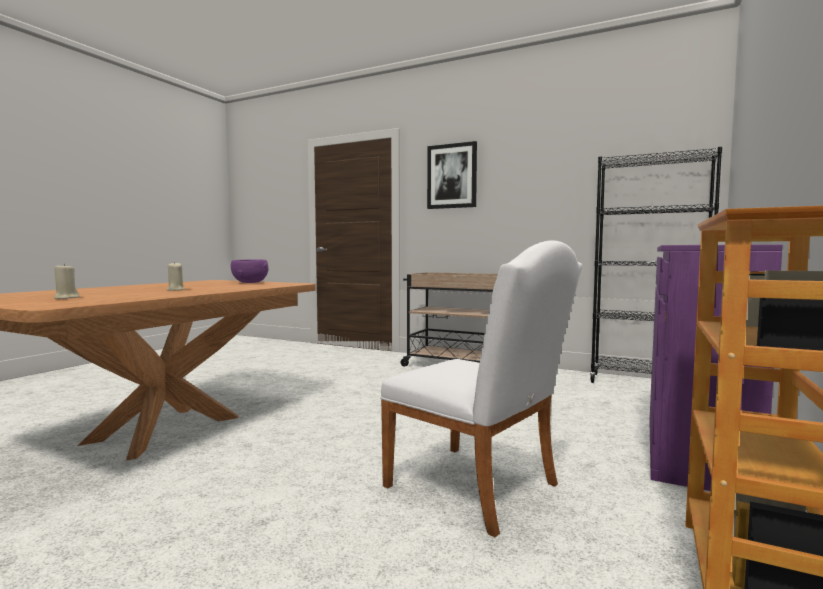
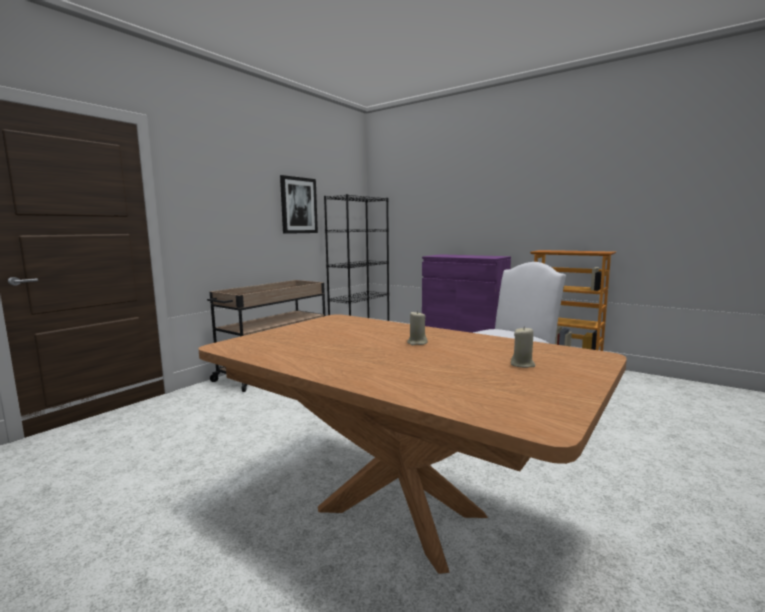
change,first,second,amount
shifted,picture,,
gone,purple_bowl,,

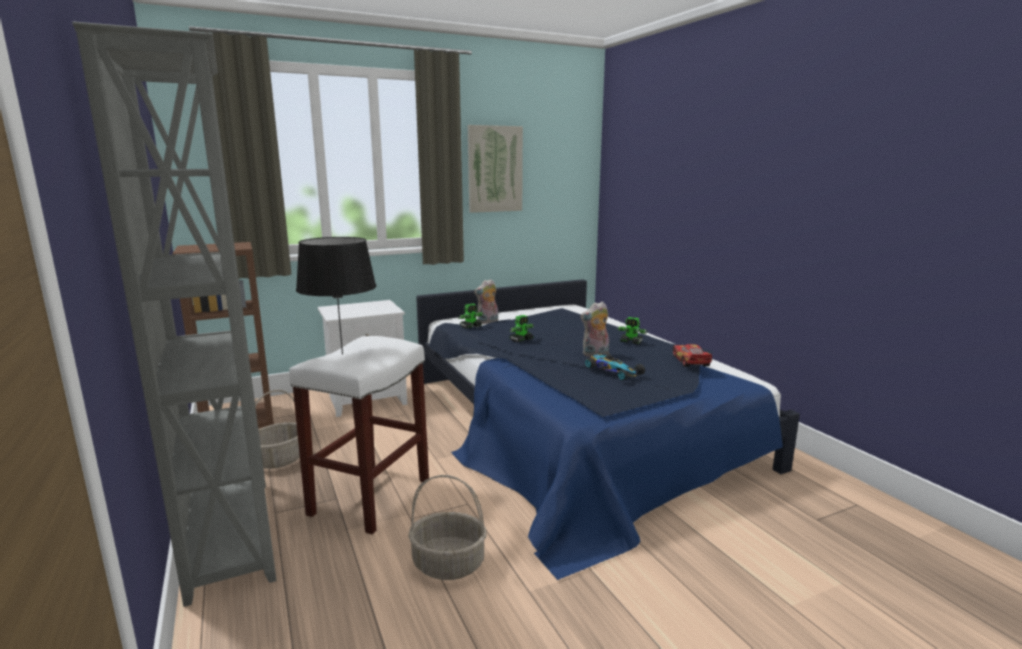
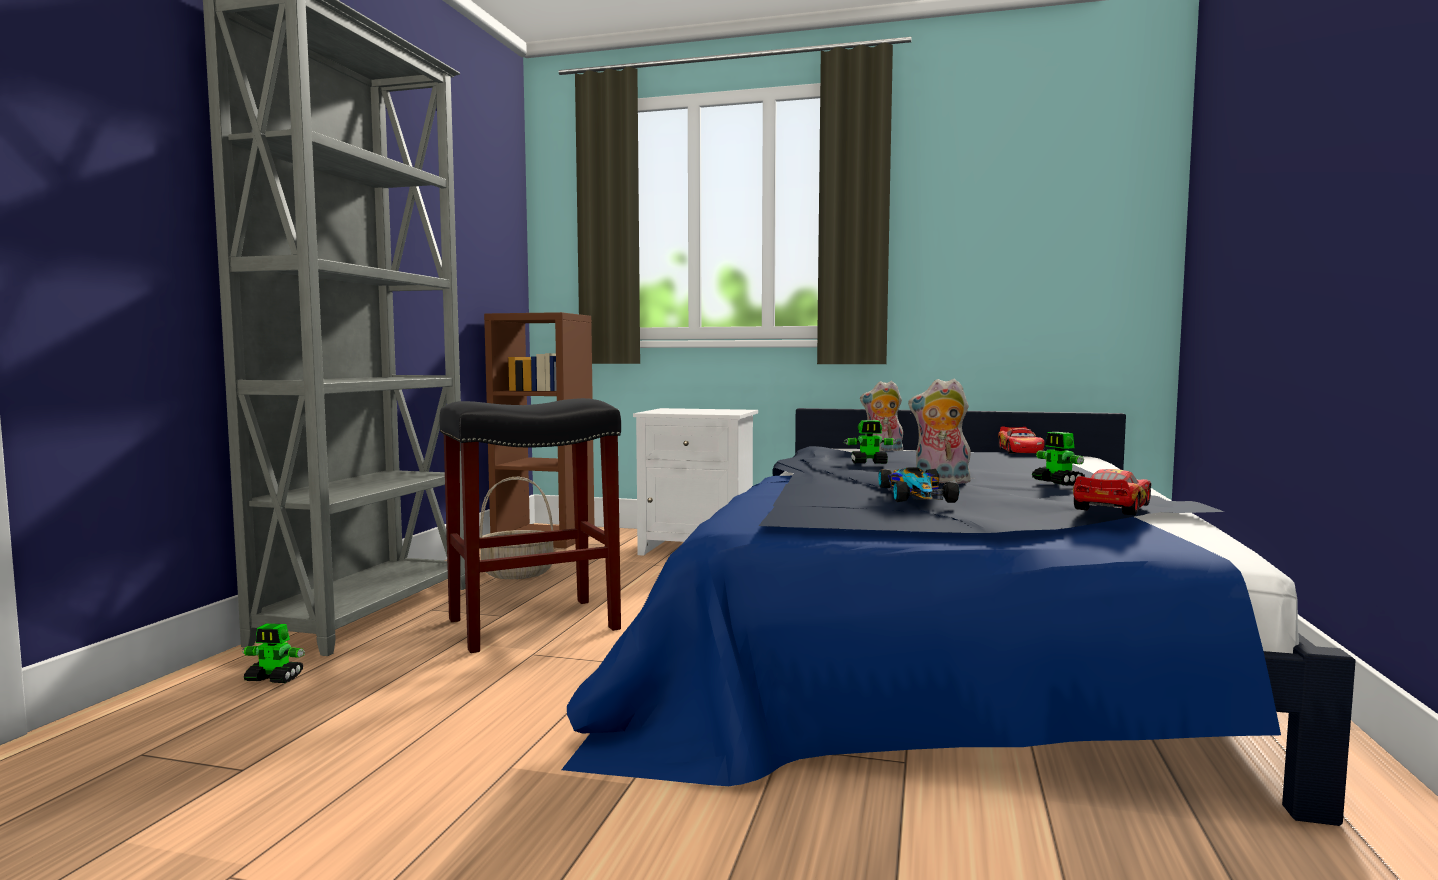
change,first,second,amount
shifted,toy_robot (no. 1 from left),,
repainted,white_stool,black_stool,
new,,toy_car (no. 2 from left),
gone,black_table_lamp,,
gone,basket (no. 2 from left),,
gone,picture,,

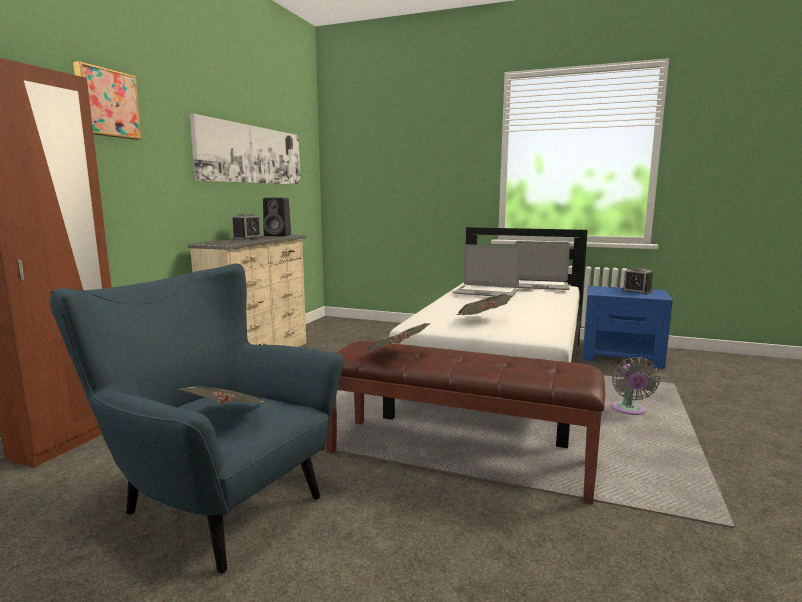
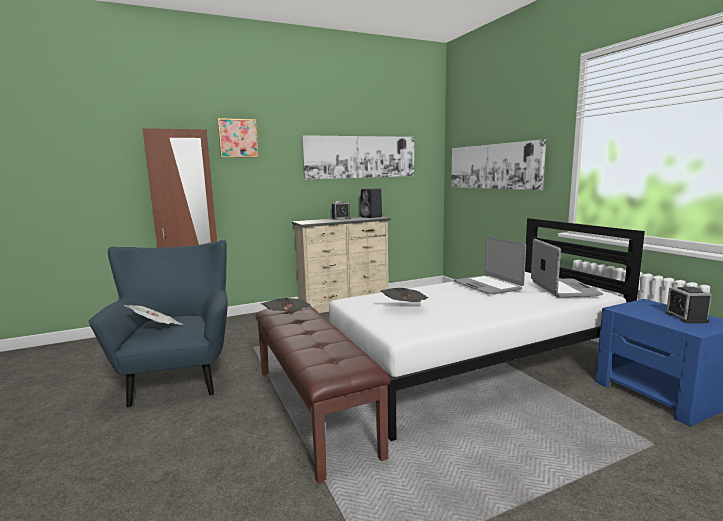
change,first,second,amount
new,,picture (no. 3 from left),
rotated,laptop (no. 2 from left),,150 degrees counterclockwise
gone,grey_fan,,

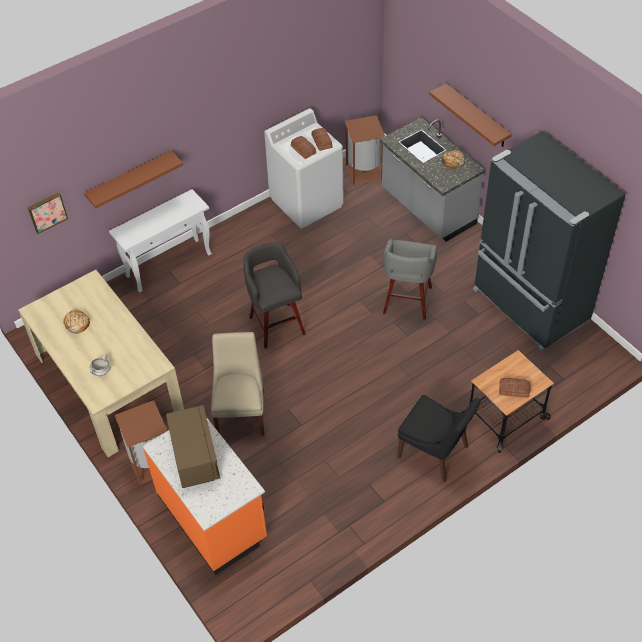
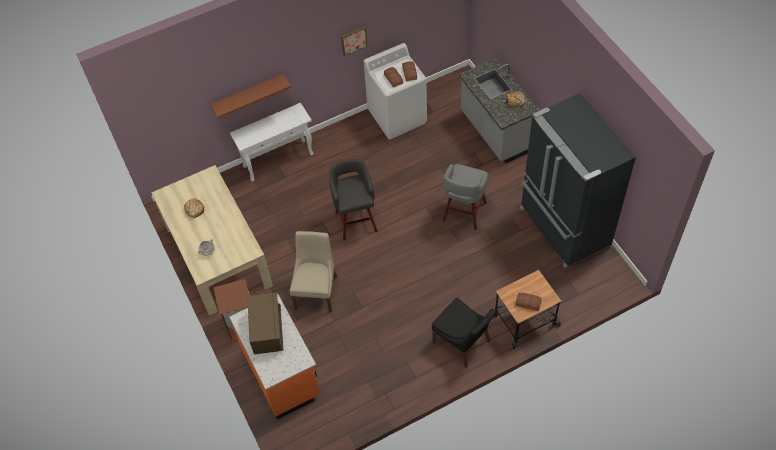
change,first,second,amount
shifted,picture,,
gone,brown_trash_can (no. 2 from left),,
gone,brown_shelf (no. 2 from left),,

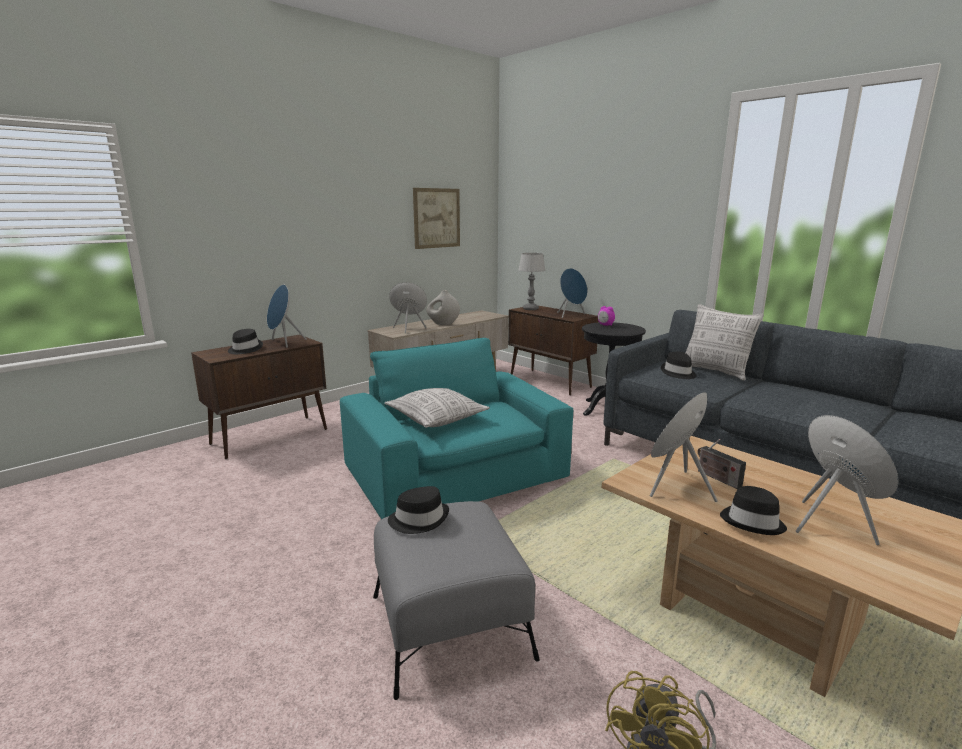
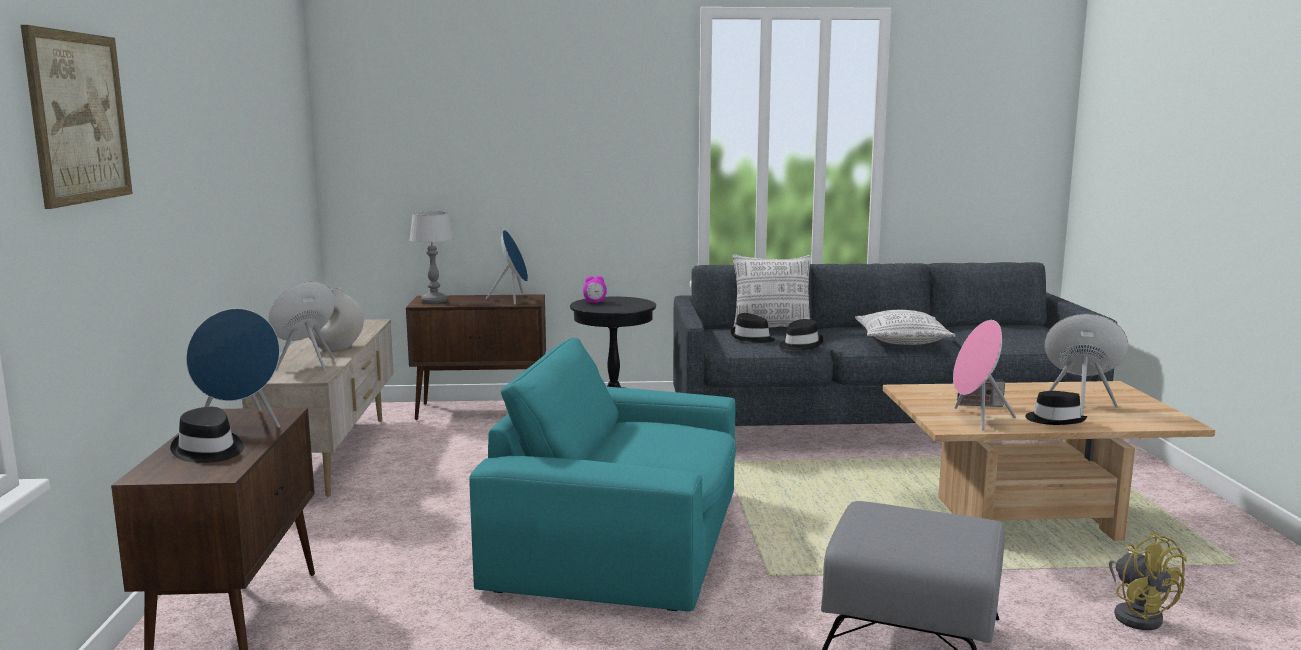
change,first,second,amount
shifted,picture,,
shifted,black_hat (no. 2 from left in the first image),black_hat (no. 3 from left),
shifted,pillow (no. 1 from left in the first image),pillow (no. 2 from left),

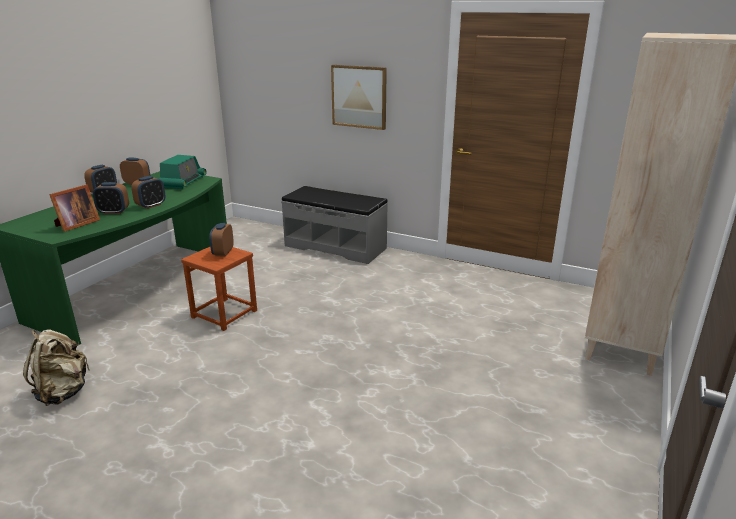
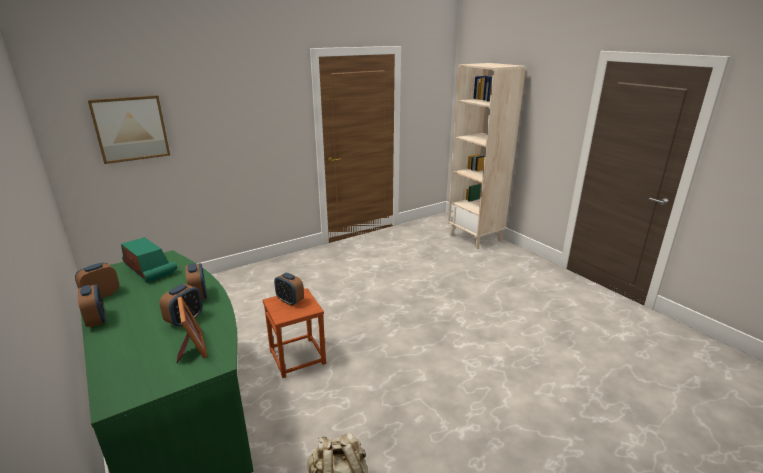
change,first,second,amount
shifted,picture,,
gone,grey_bench,,

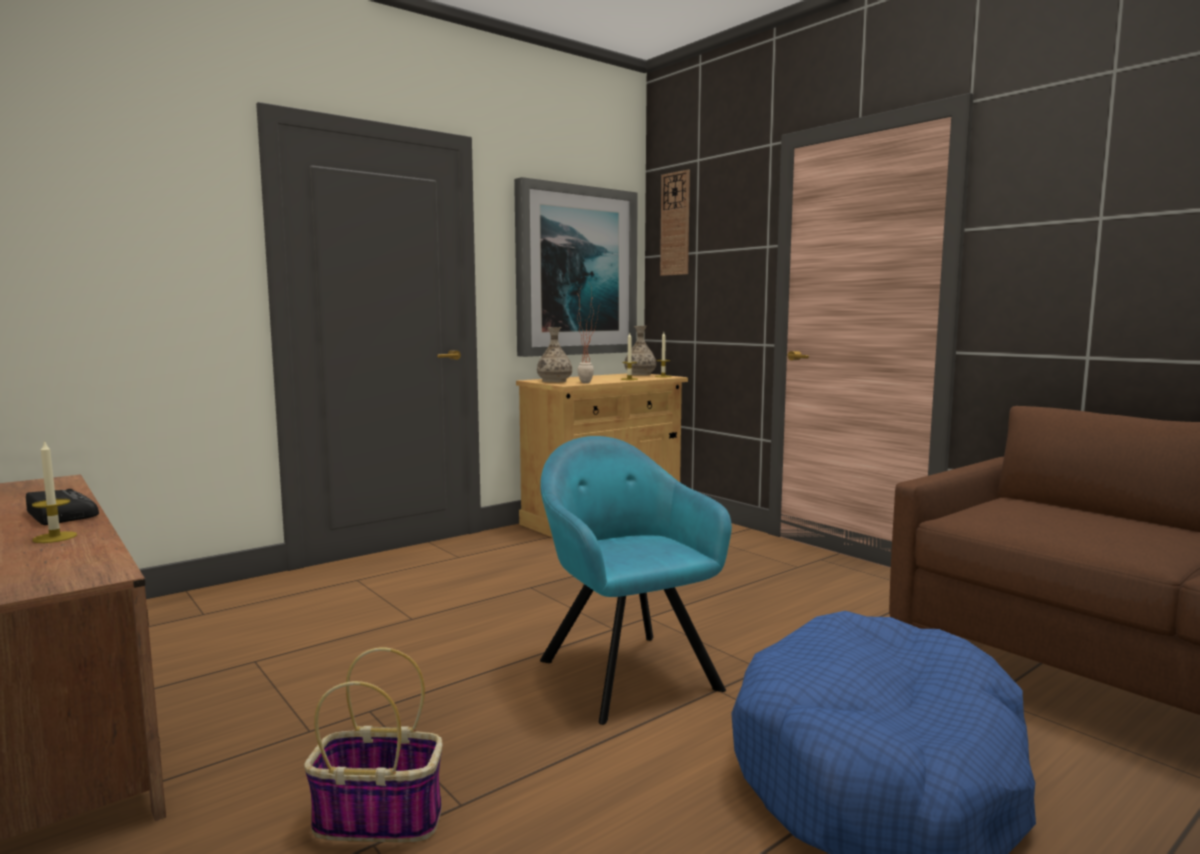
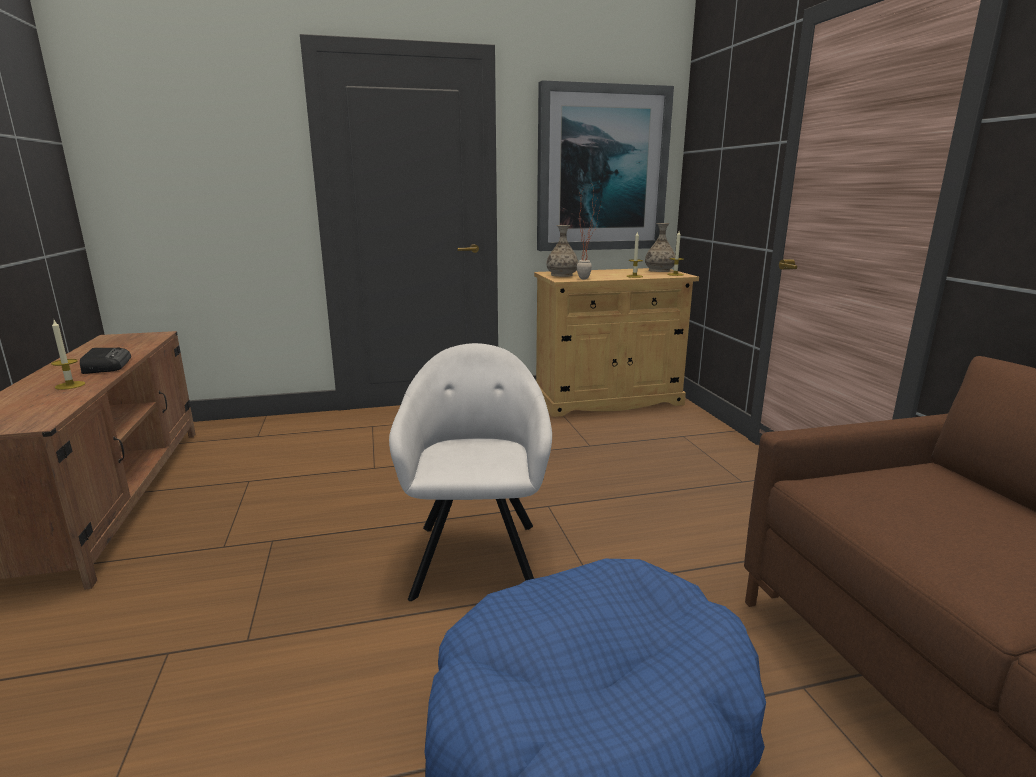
change,first,second,amount
repainted,turquoise_armchair,white_armchair,
gone,basket,,
gone,wall_clock,,

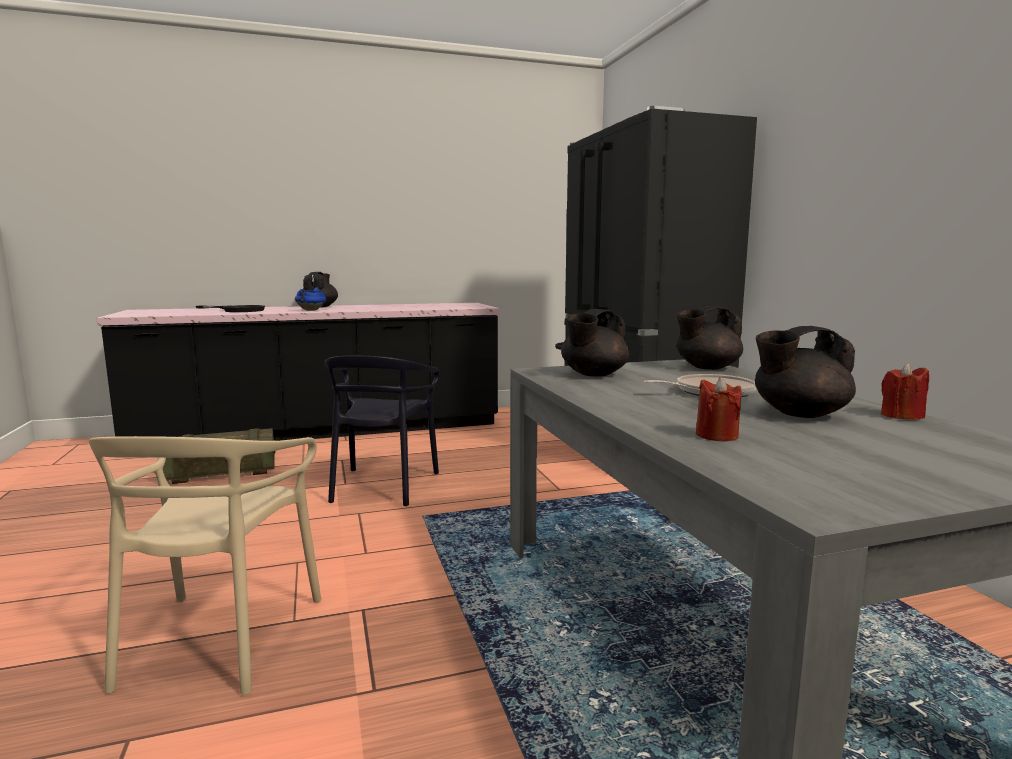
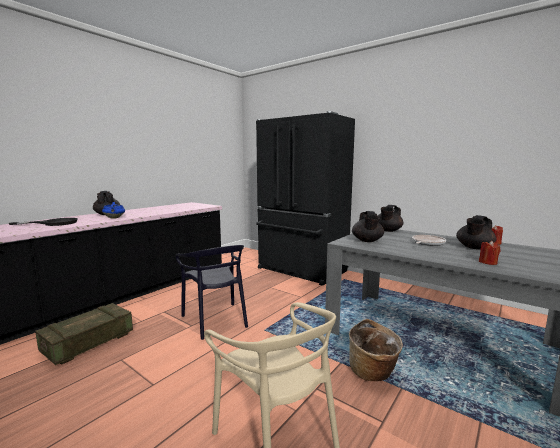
change,first,second,amount
new,,basket,

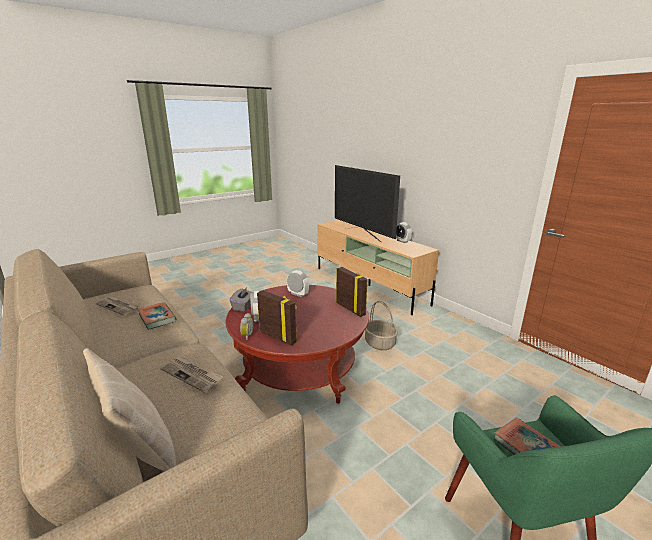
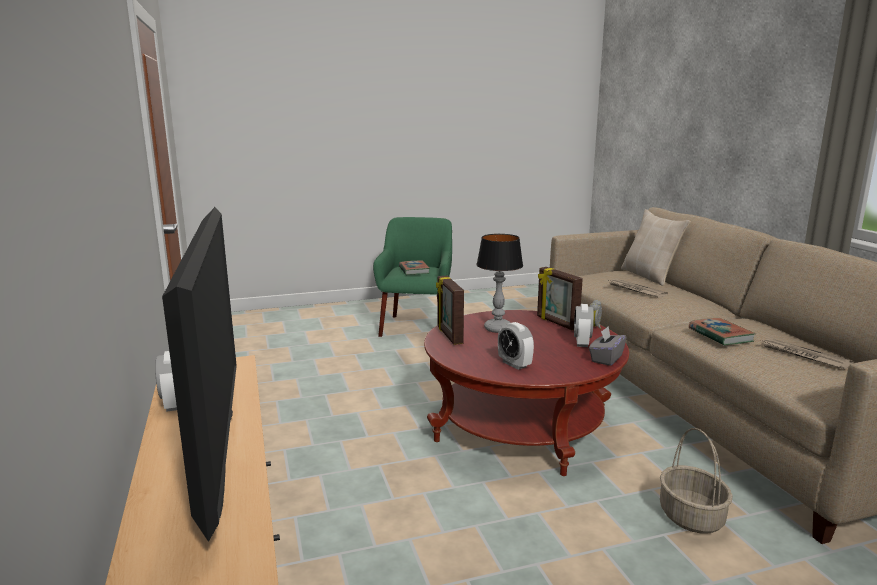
change,first,second,amount
new,,table_lamp,
shifted,basket,,

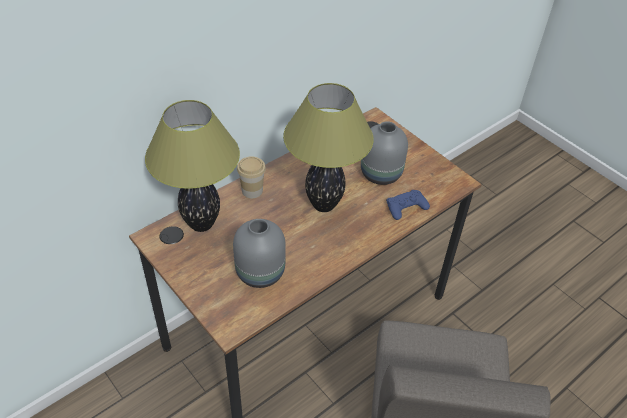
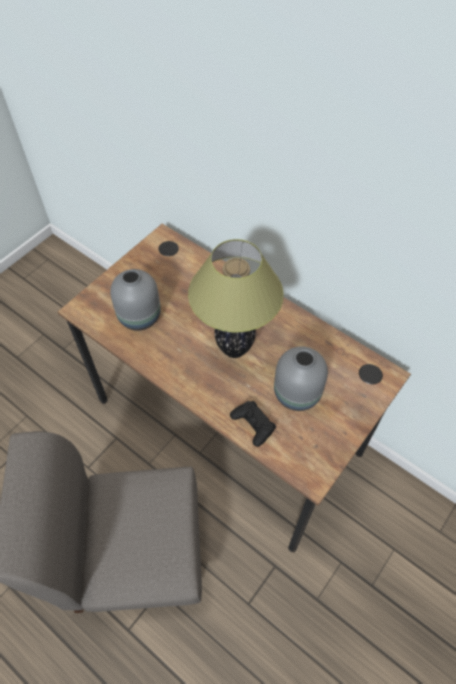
change,first,second,amount
repainted,blue_game_controller,black_game_controller,
gone,table_lamp (no. 1 from left),,

